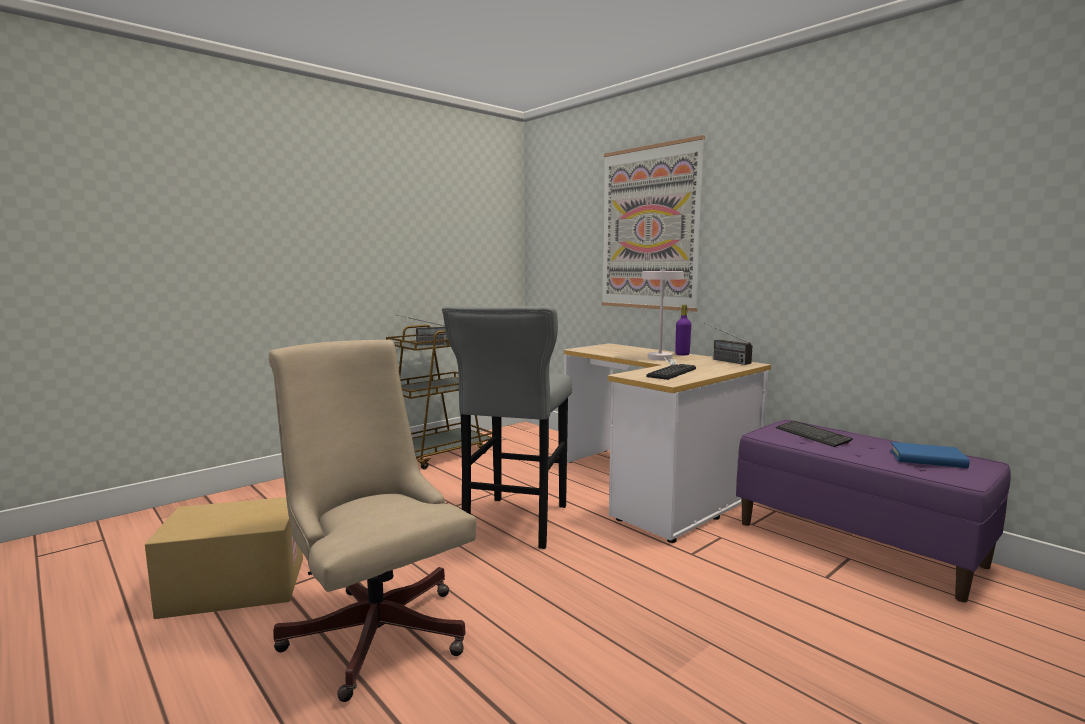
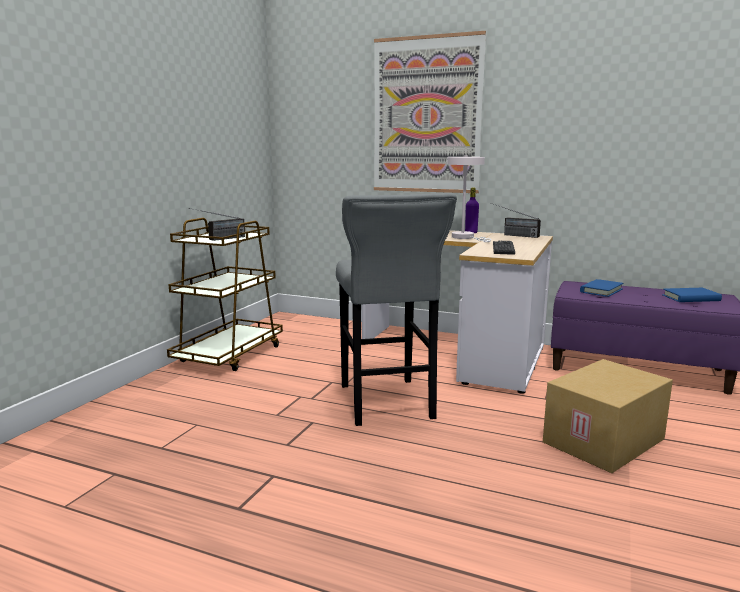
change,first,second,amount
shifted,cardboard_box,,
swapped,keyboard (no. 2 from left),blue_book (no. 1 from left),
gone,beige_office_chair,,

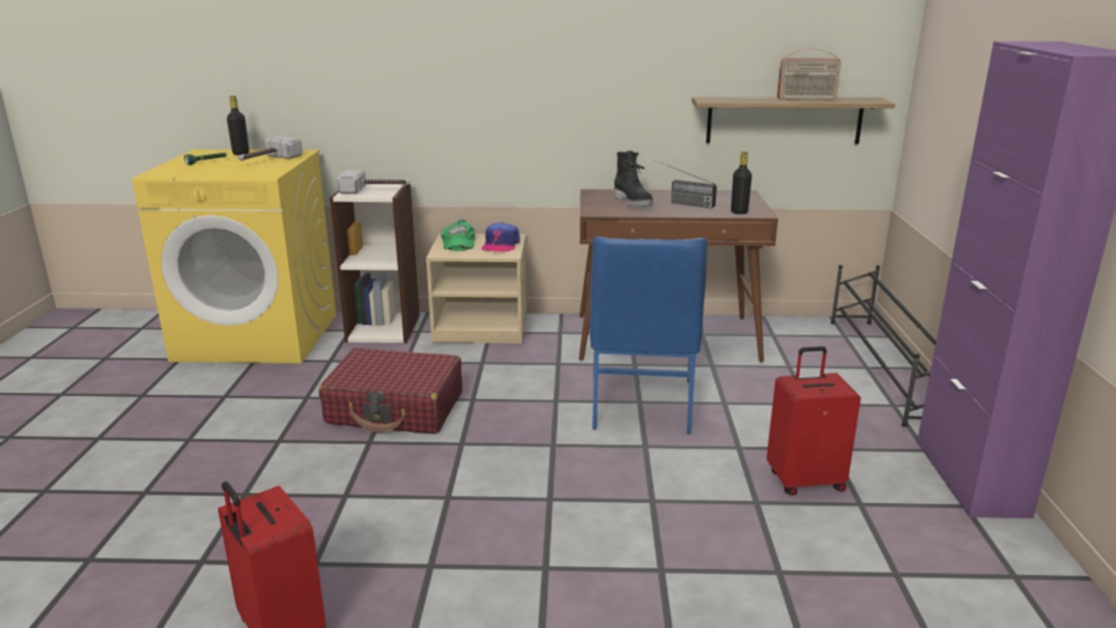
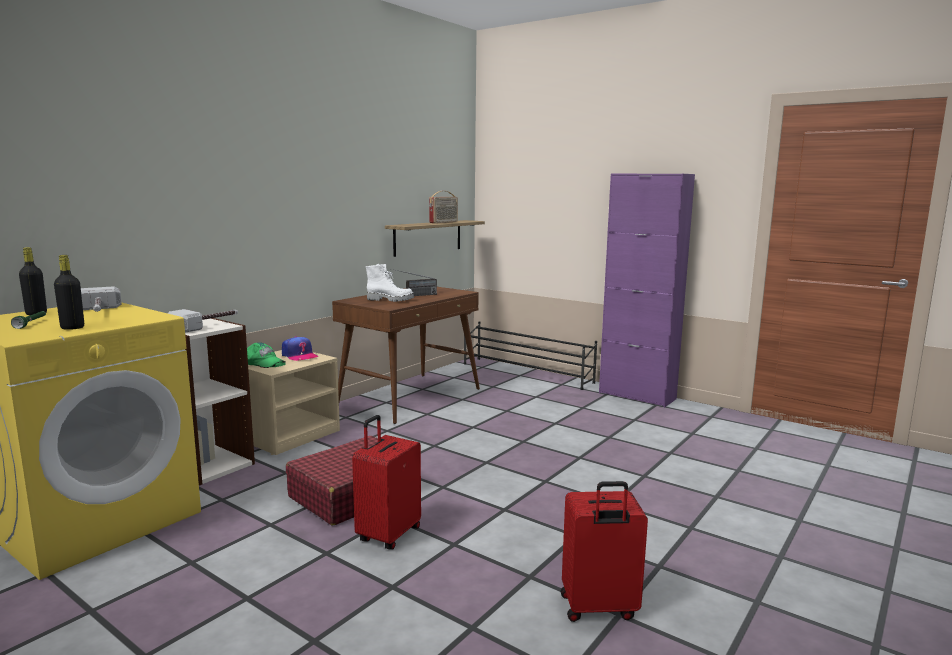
change,first,second,amount
shifted,black_bottle (no. 2 from left),,
shifted,red_suitcase (no. 3 from left in the first image),red_suitcase (no. 2 from left),
repainted,black_boot,white_boot,
gone,blue_chair,,

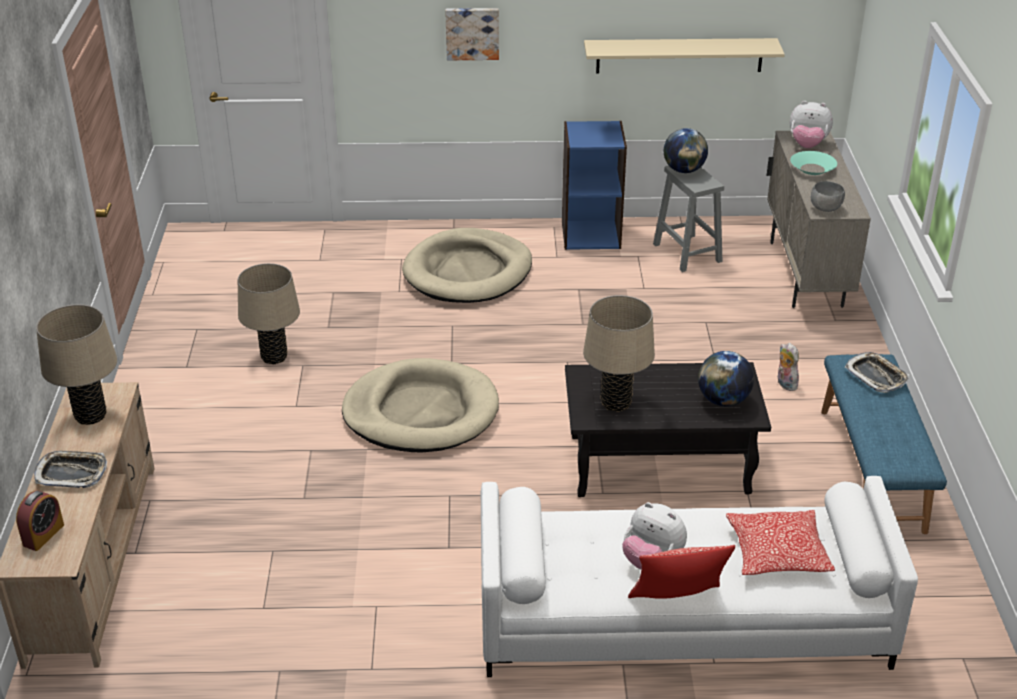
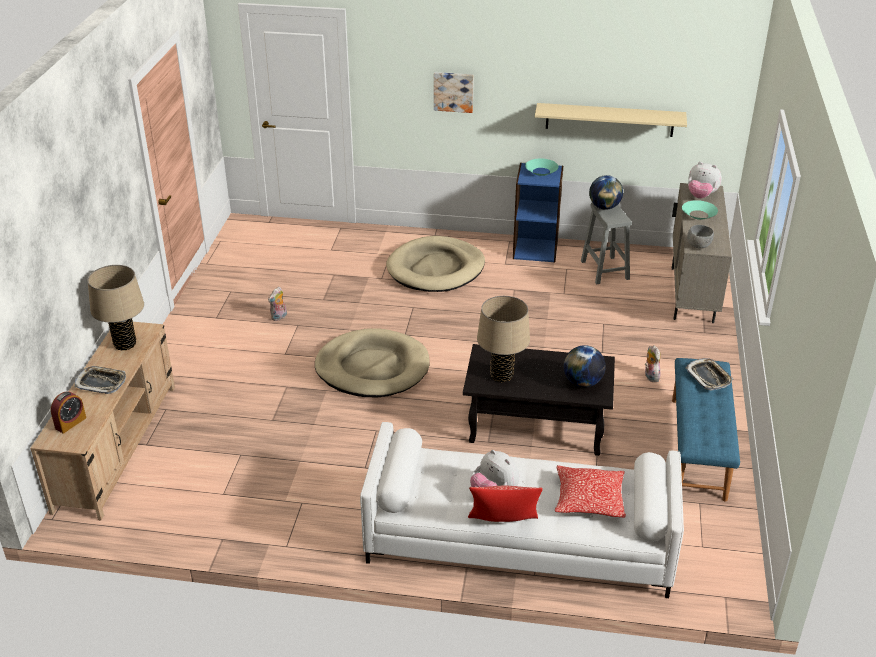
change,first,second,amount
swapped,beige_table_lamp (no. 2 from left),plush_toy (no. 1 from left),
new,,turquoise_bowl (no. 1 from left),

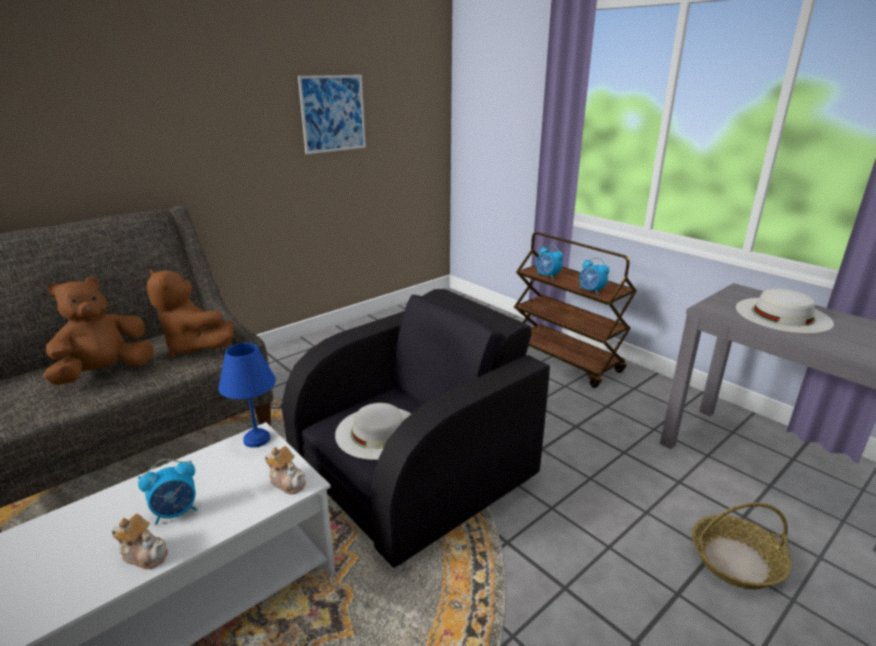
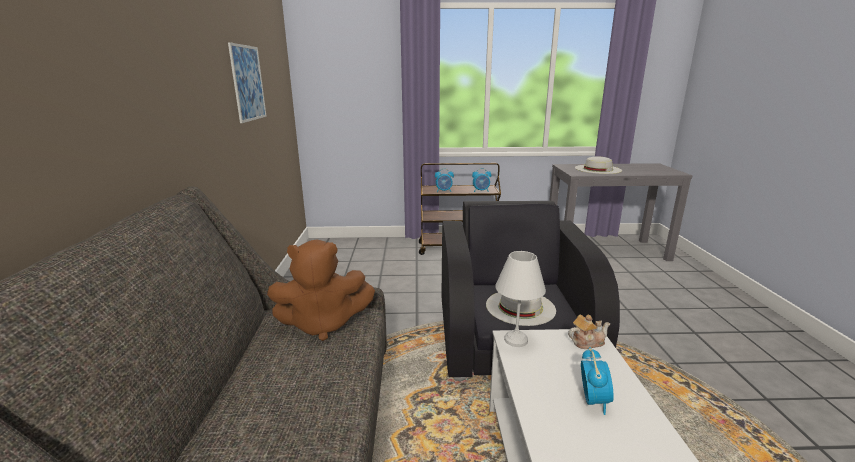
change,first,second,amount
repainted,blue_table_lamp,white_table_lamp,
gone,brown_plush_toy (no. 1 from left),,
gone,teapot (no. 1 from left),,
gone,basket,,

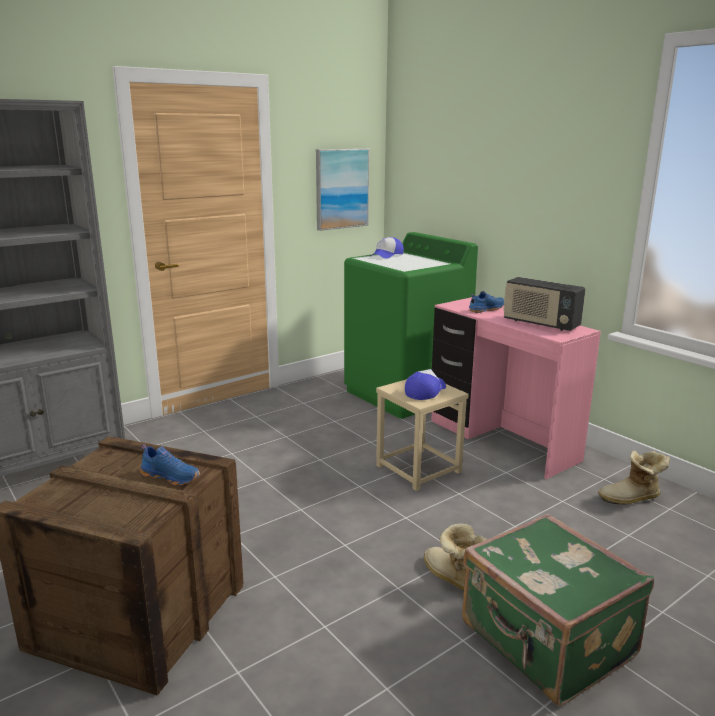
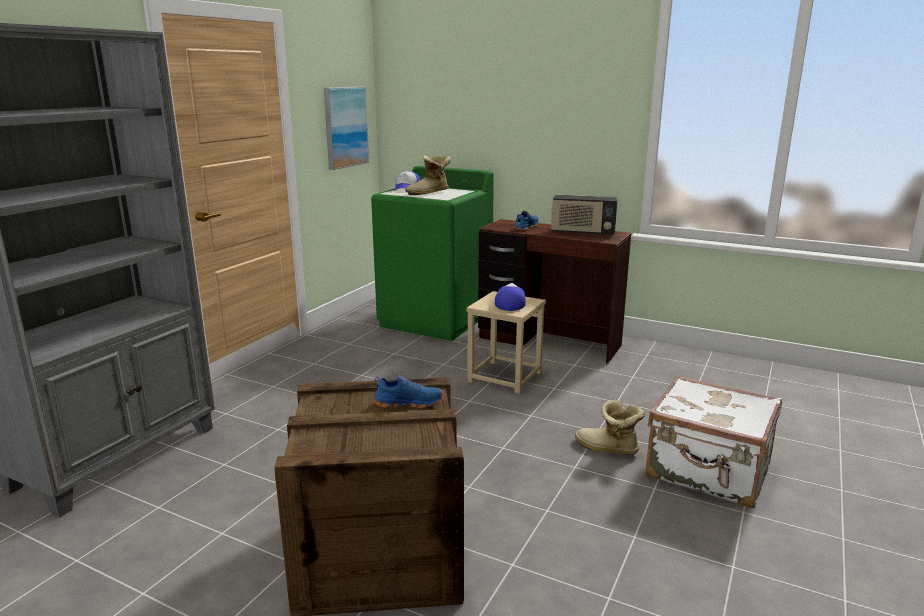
change,first,second,amount
shifted,boot (no. 2 from left in the first image),boot (no. 1 from left),
repainted,pink_desk,brown_desk,
repainted,green_suitcase,white_suitcase,

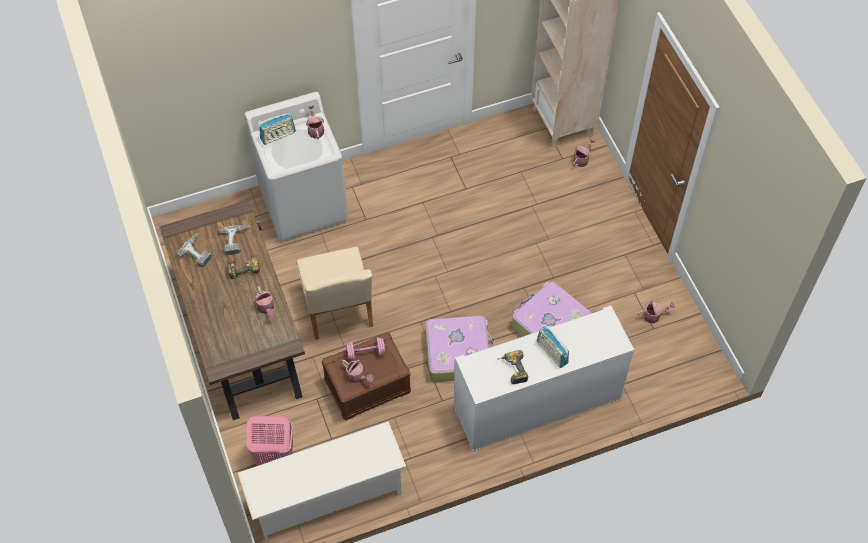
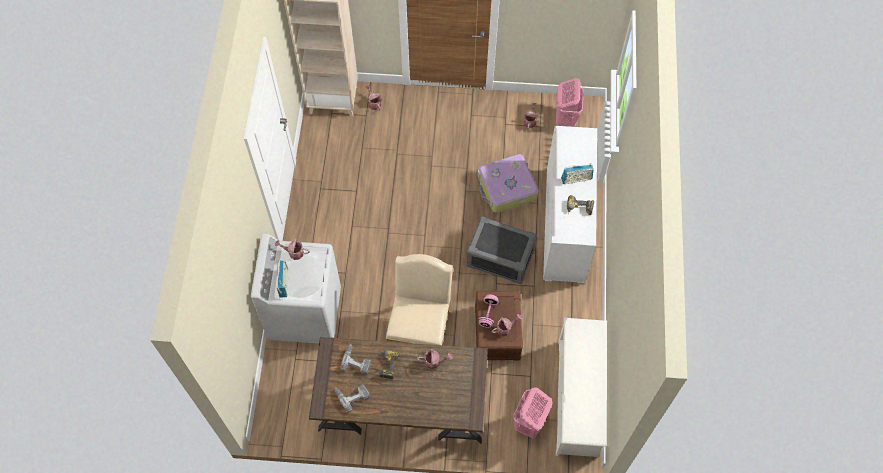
change,first,second,amount
rotated,beige_chair,,90 degrees counterclockwise
swapped,suitcase (no. 1 from left),grey_storage_box,
new,,pink_laundry_basket (no. 2 from left),

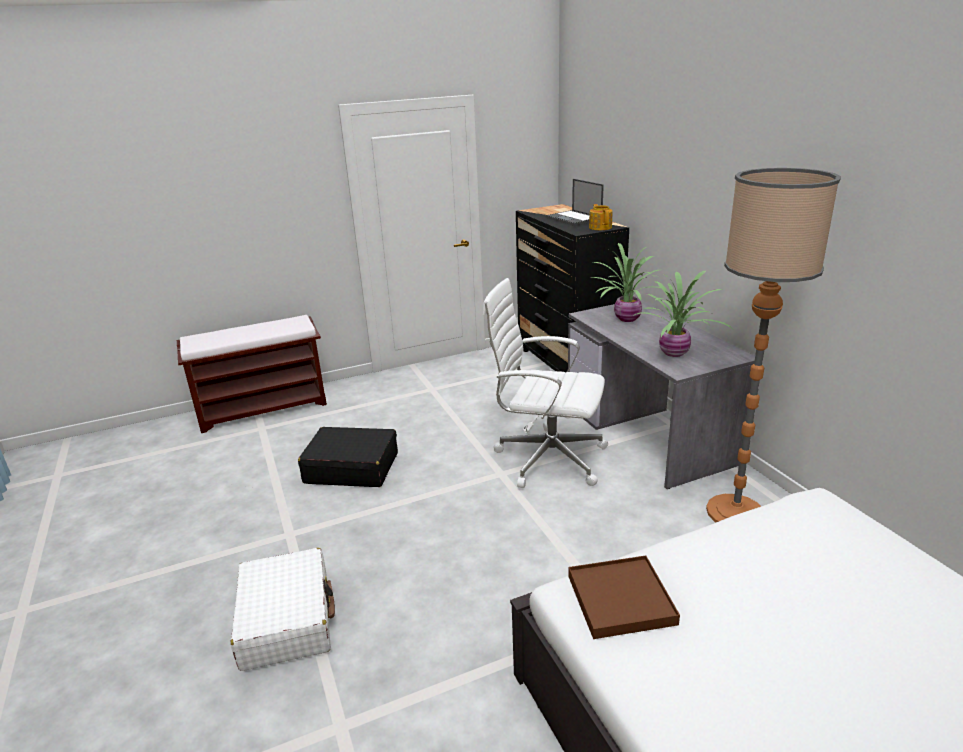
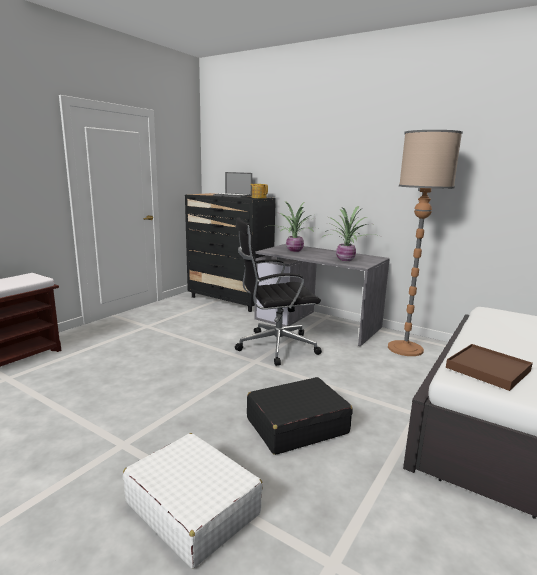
change,first,second,amount
repainted,white_office_chair,black_office_chair,
shifted,black_suitcase,,

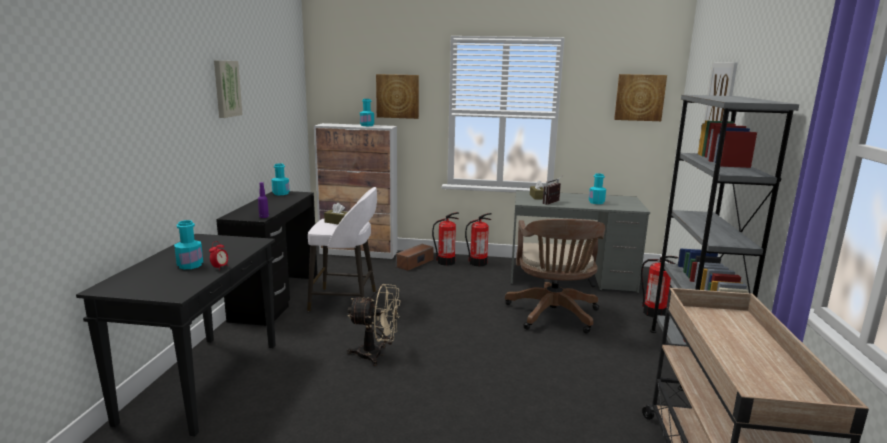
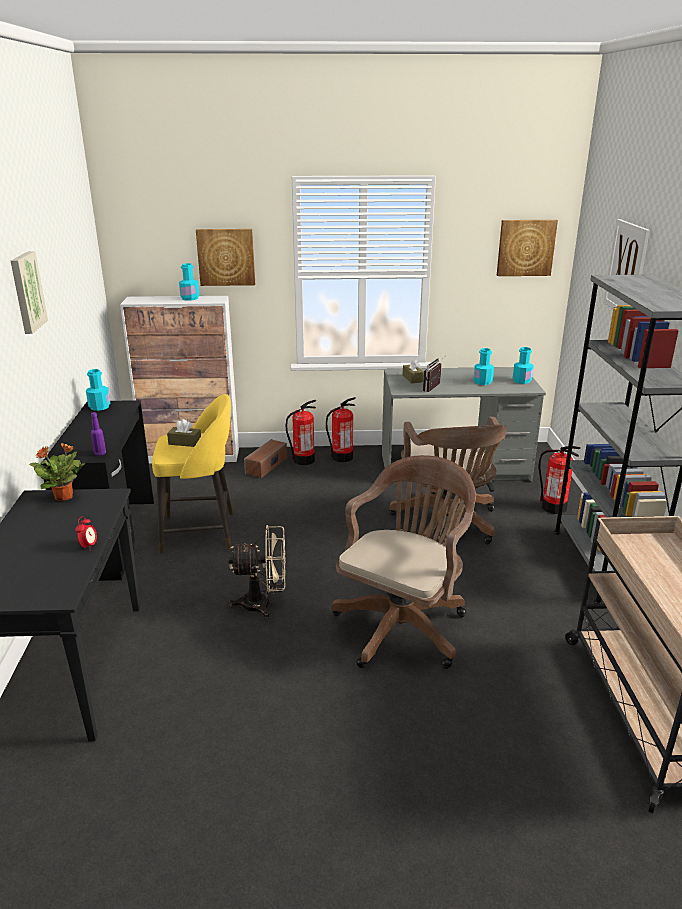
change,first,second,amount
new,,potted_plant,
repainted,white_stool,yellow_stool,
new,,brown_office_chair (no. 1 from left),
shifted,turquoise_bottle (no. 1 from left in the first image),turquoise_bottle (no. 4 from left),

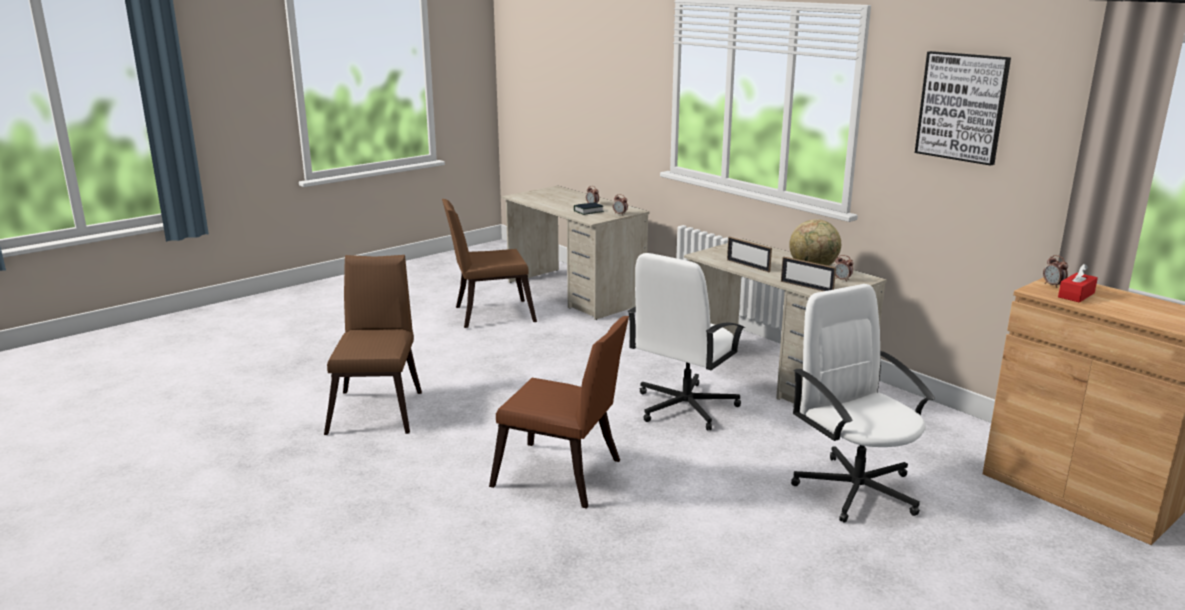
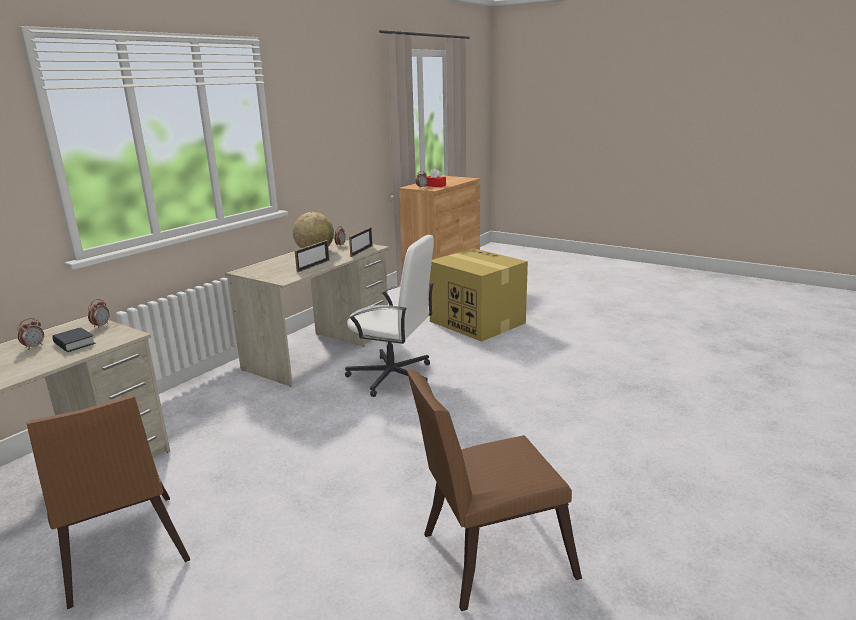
change,first,second,amount
swapped,white_office_chair (no. 2 from left),cardboard_box,
gone,brown_chair (no. 3 from left),,
gone,picture,,

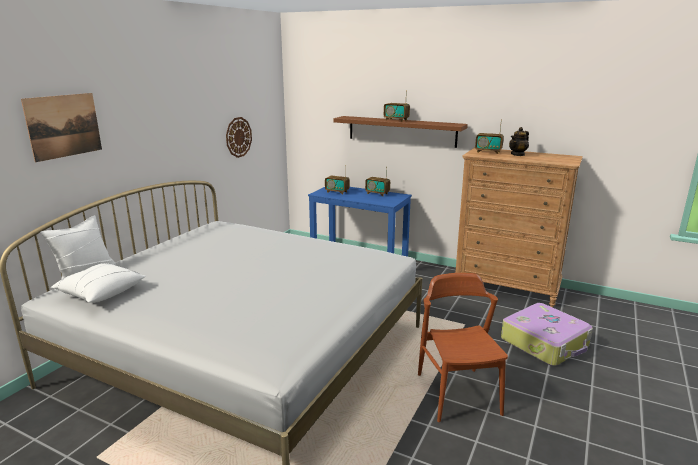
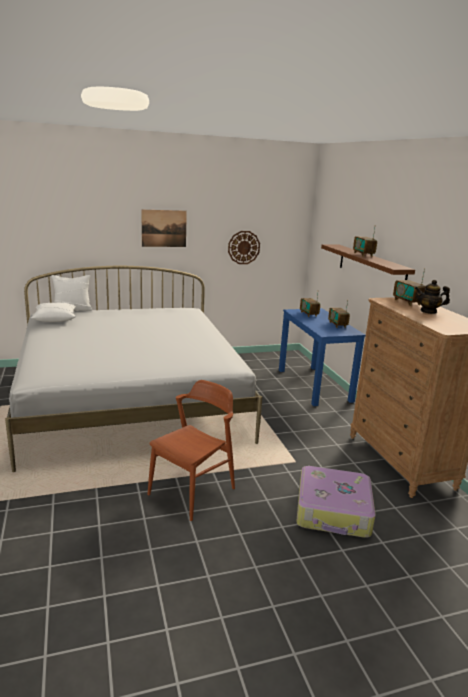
change,first,second,amount
shifted,picture,,

